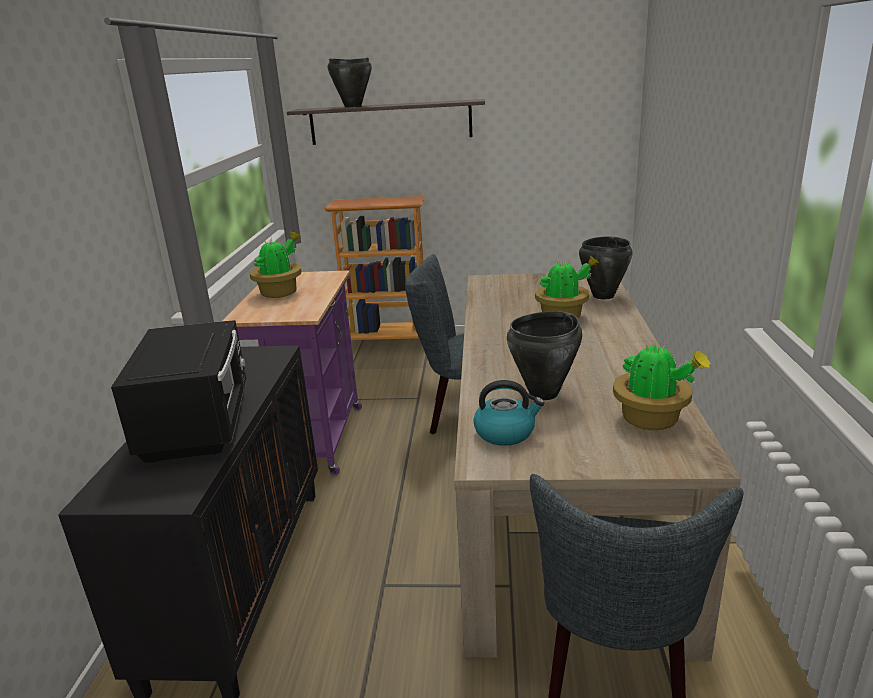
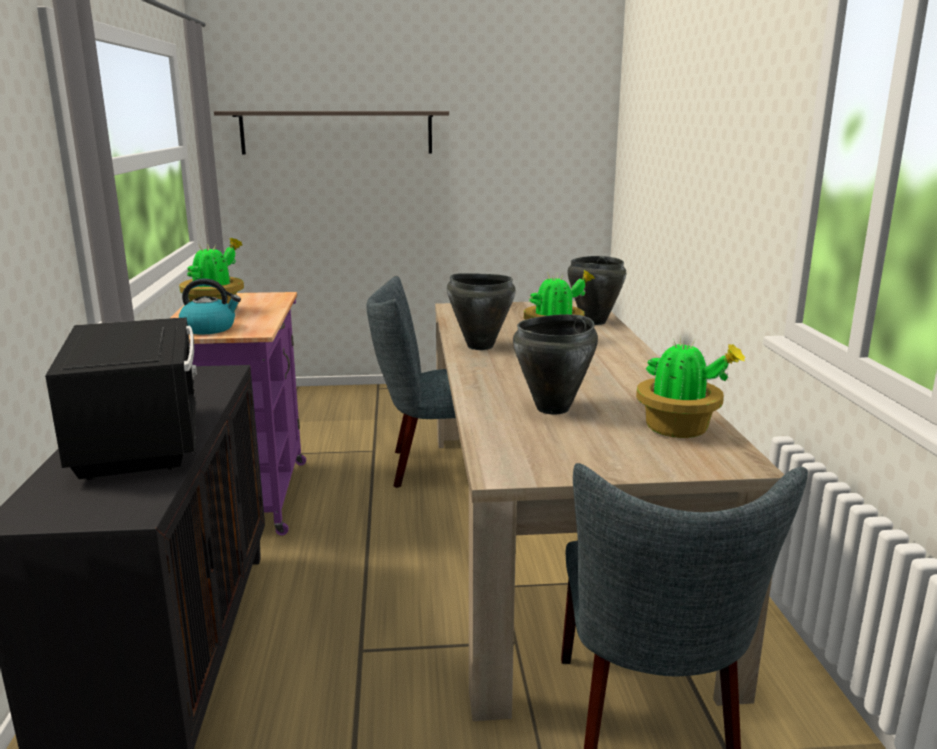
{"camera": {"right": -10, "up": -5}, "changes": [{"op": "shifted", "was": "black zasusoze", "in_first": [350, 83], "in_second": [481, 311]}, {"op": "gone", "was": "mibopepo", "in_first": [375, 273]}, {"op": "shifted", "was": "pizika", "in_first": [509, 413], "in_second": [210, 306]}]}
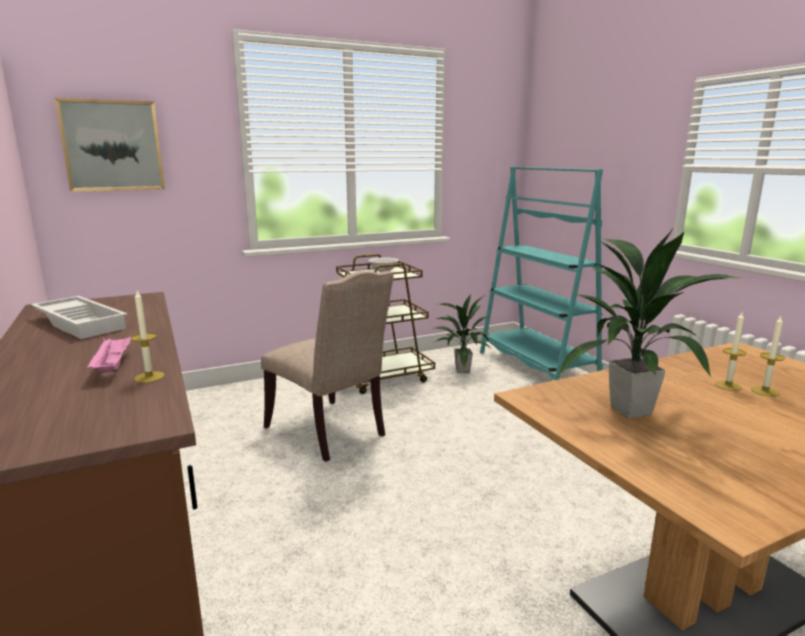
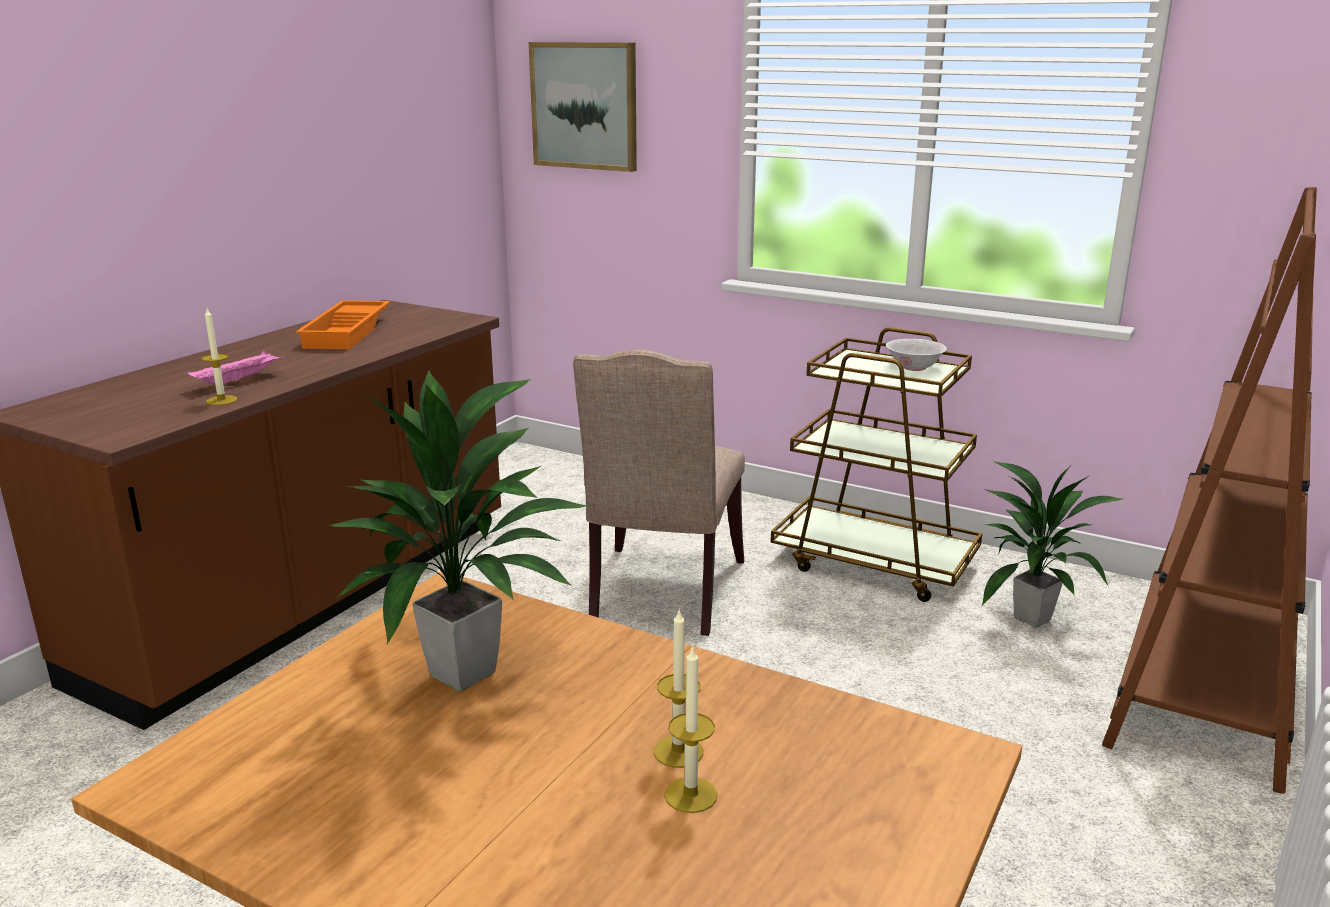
{"camera": {"right": 55, "up": 5}, "changes": [{"op": "repainted", "was": "turquoise mibopepo", "now": "brown mibopepo", "in_first": [541, 273], "in_second": [1209, 490]}, {"op": "repainted", "was": "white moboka", "now": "orange moboka", "in_first": [79, 317], "in_second": [343, 324]}]}
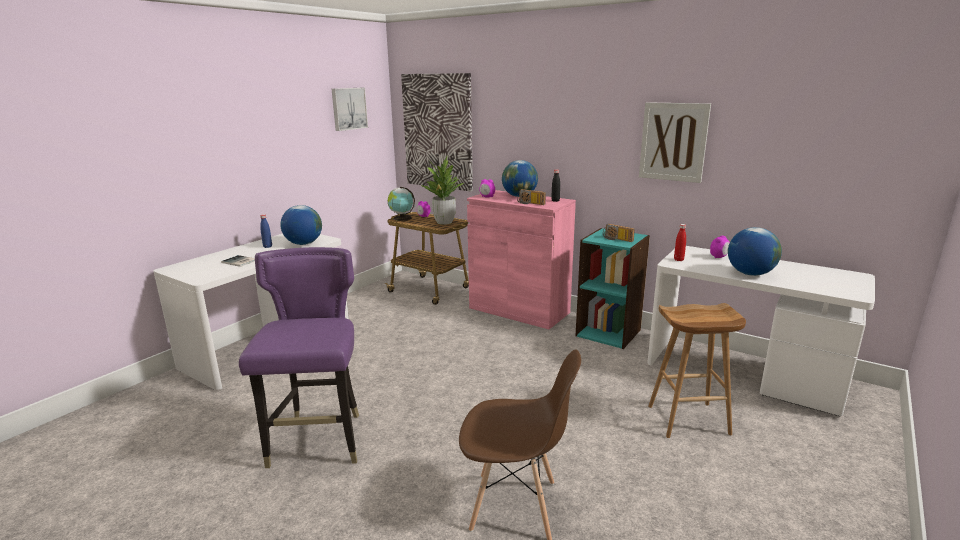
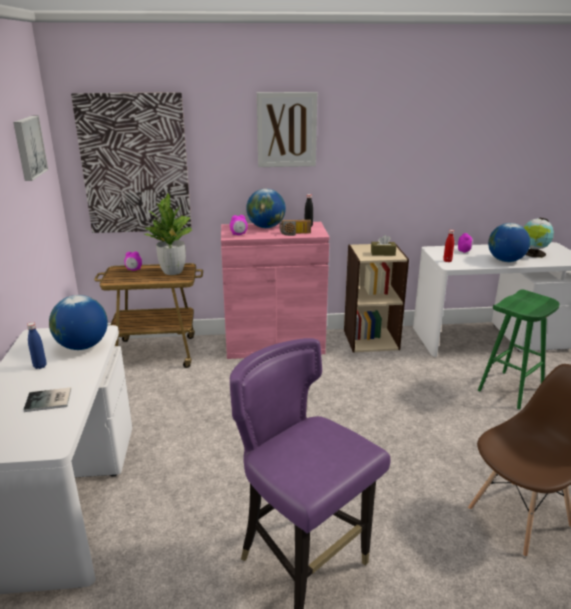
{"camera": {"right": -40, "up": 5}, "changes": [{"op": "shifted", "was": "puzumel", "in_first": [675, 142], "in_second": [287, 129]}, {"op": "shifted", "was": "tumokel", "in_first": [401, 204], "in_second": [539, 238]}, {"op": "swapped", "was": "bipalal", "now": "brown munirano", "in_first": [619, 233], "in_second": [383, 245]}, {"op": "repainted", "was": "turquoise mibopepo", "now": "beige mibopepo", "in_first": [612, 288], "in_second": [376, 298]}, {"op": "repainted", "was": "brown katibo", "now": "green katibo", "in_first": [697, 370], "in_second": [519, 349]}]}
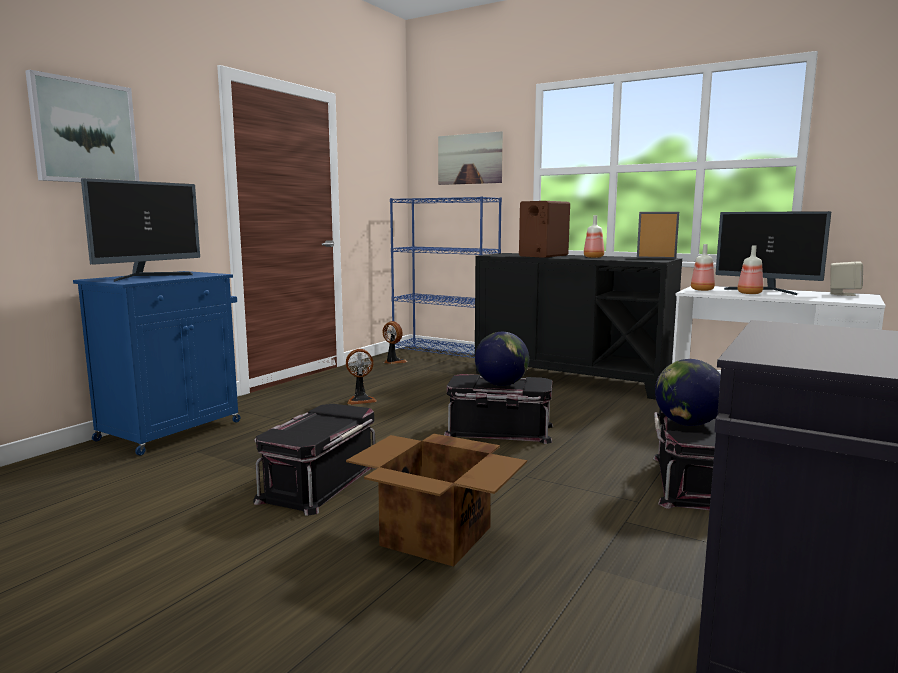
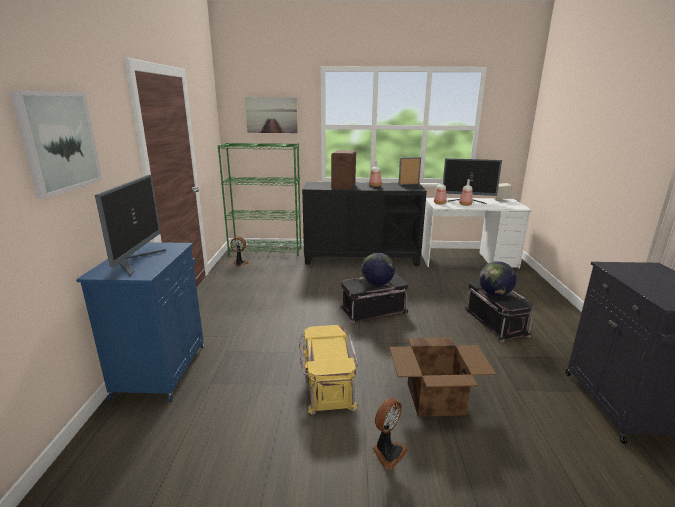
{"camera": {"right": -30, "up": 10}, "changes": [{"op": "repainted", "was": "blue mibopepo", "now": "green mibopepo", "in_first": [446, 277], "in_second": [259, 199]}, {"op": "shifted", "was": "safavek", "in_first": [361, 377], "in_second": [390, 433]}, {"op": "repainted", "was": "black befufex", "now": "yellow befufex", "in_first": [314, 460], "in_second": [328, 370]}]}
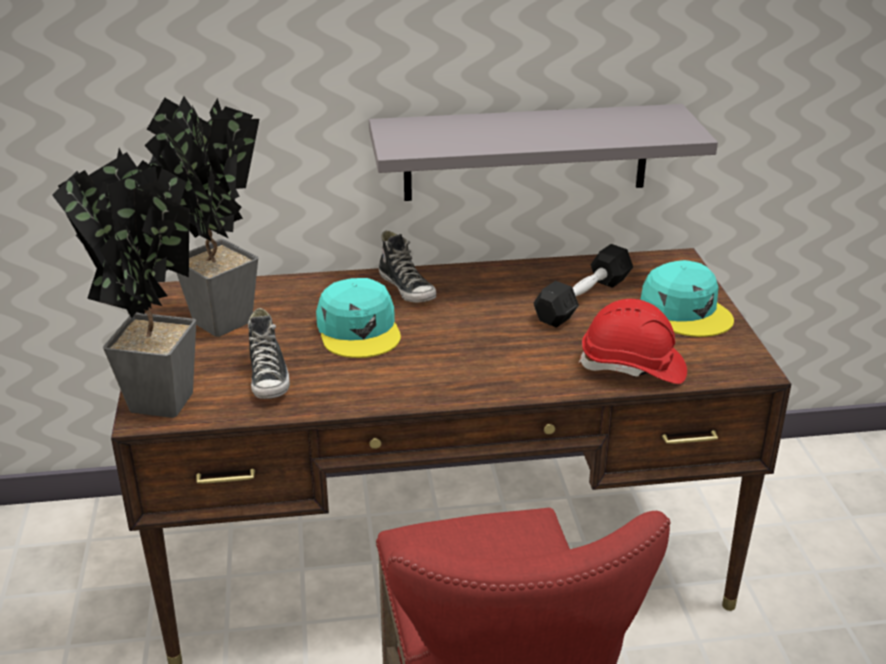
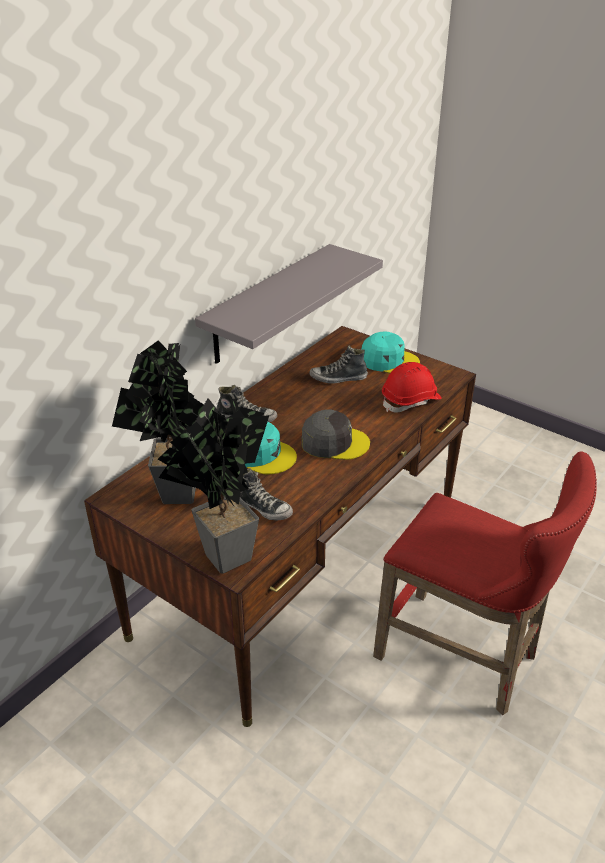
{"camera": {"right": -45, "up": 5}, "changes": [{"op": "swapped", "was": "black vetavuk", "now": "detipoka", "in_first": [583, 285], "in_second": [338, 365]}, {"op": "new", "now": "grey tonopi", "in_second": [335, 434]}]}
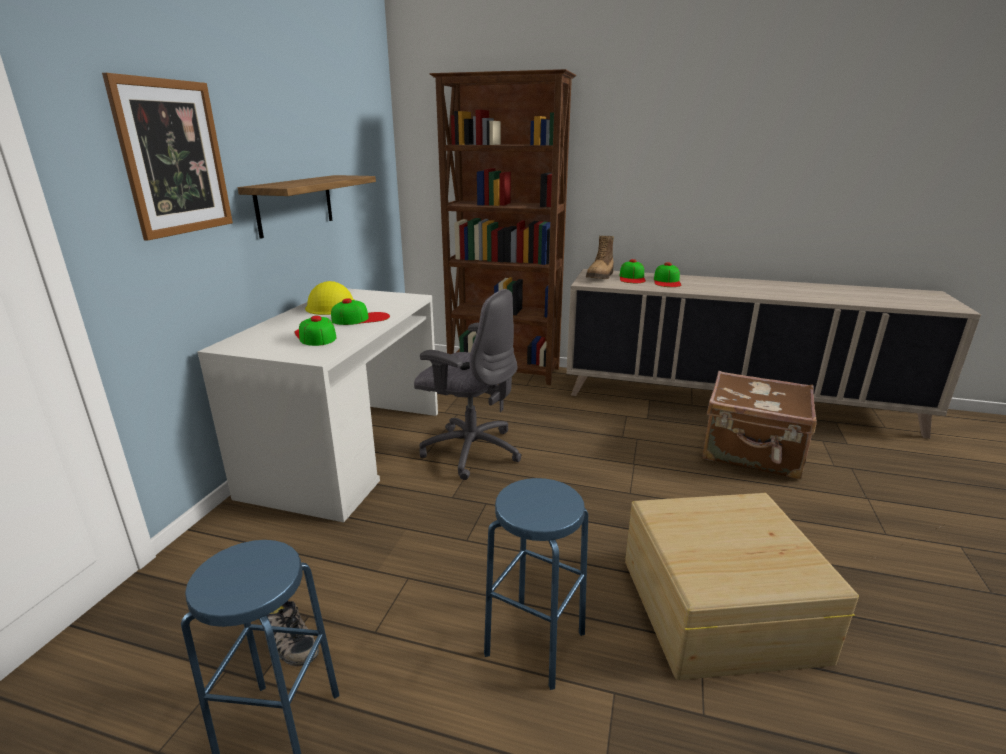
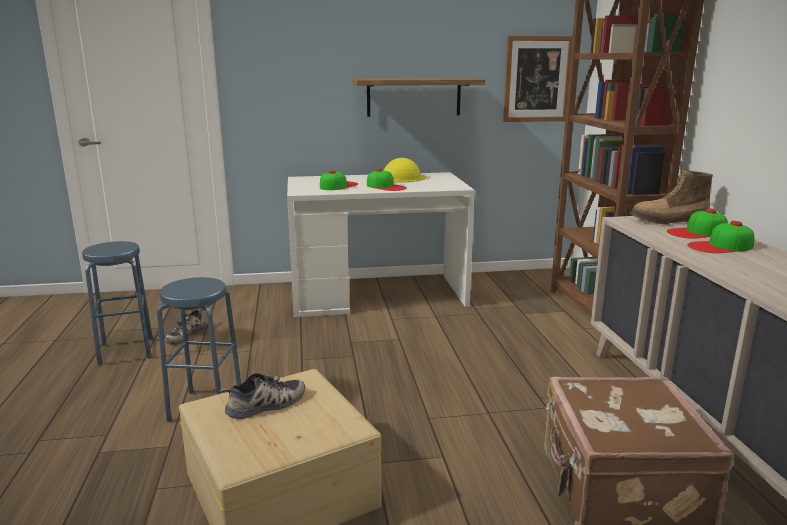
{"camera": {"right": 65, "up": -5}, "changes": [{"op": "shifted", "was": "puzumel", "in_first": [167, 157], "in_second": [538, 79]}, {"op": "gone", "was": "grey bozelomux", "in_first": [468, 384]}, {"op": "new", "now": "detipoka", "in_second": [262, 396]}]}
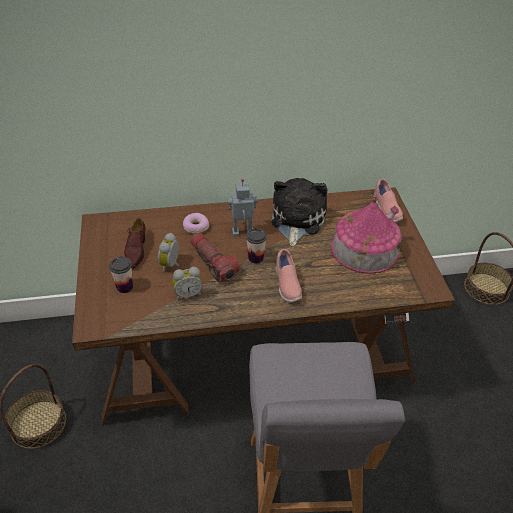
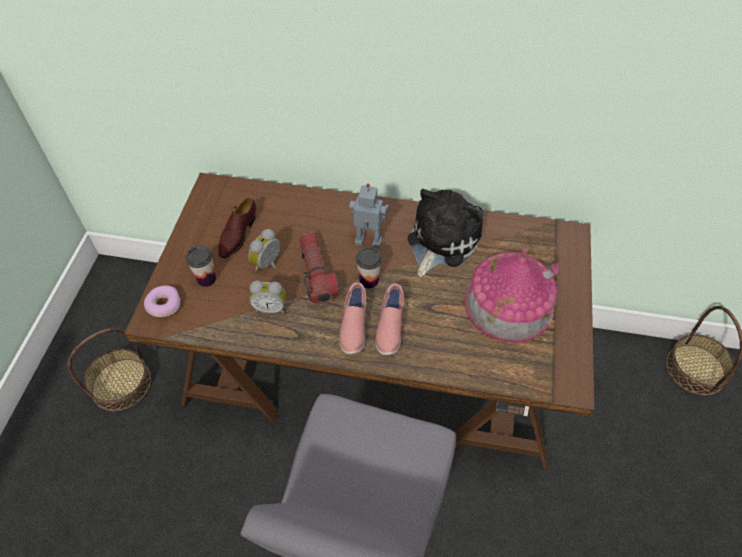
{"camera": {"right": 20, "up": 10}, "changes": [{"op": "shifted", "was": "pink detipoka", "in_first": [388, 200], "in_second": [353, 318]}, {"op": "shifted", "was": "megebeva", "in_first": [196, 223], "in_second": [162, 301]}]}
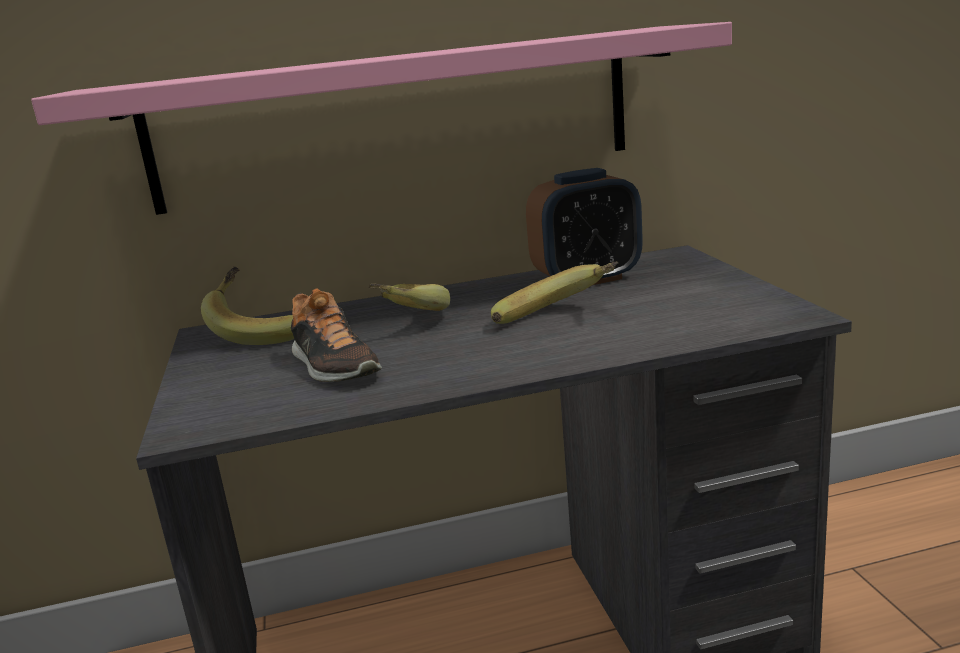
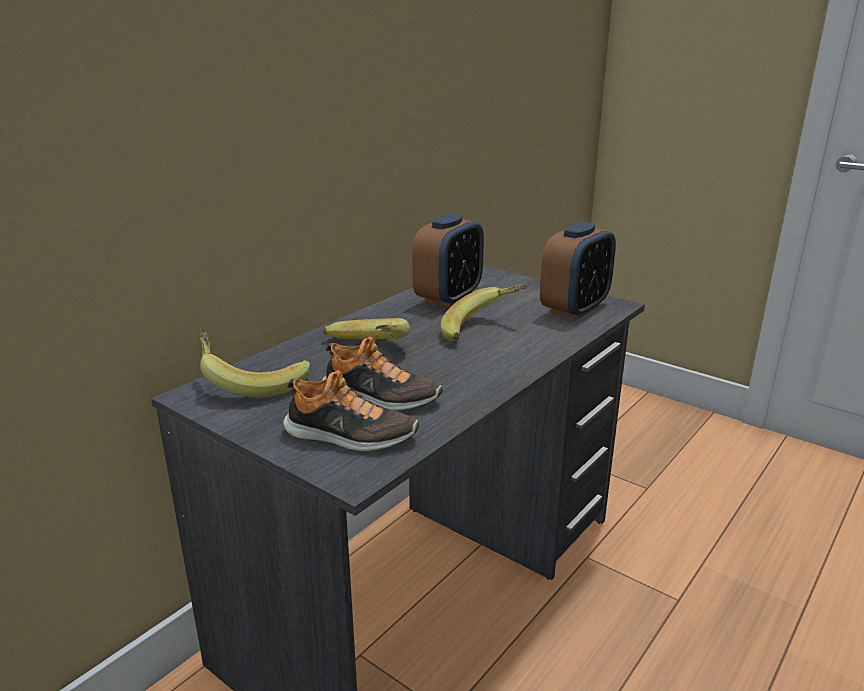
{"camera": {"right": -40, "up": 5}, "changes": [{"op": "gone", "was": "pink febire", "in_first": [381, 118]}, {"op": "new", "now": "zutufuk", "in_second": [578, 270]}, {"op": "new", "now": "detipoka", "in_second": [351, 410]}]}
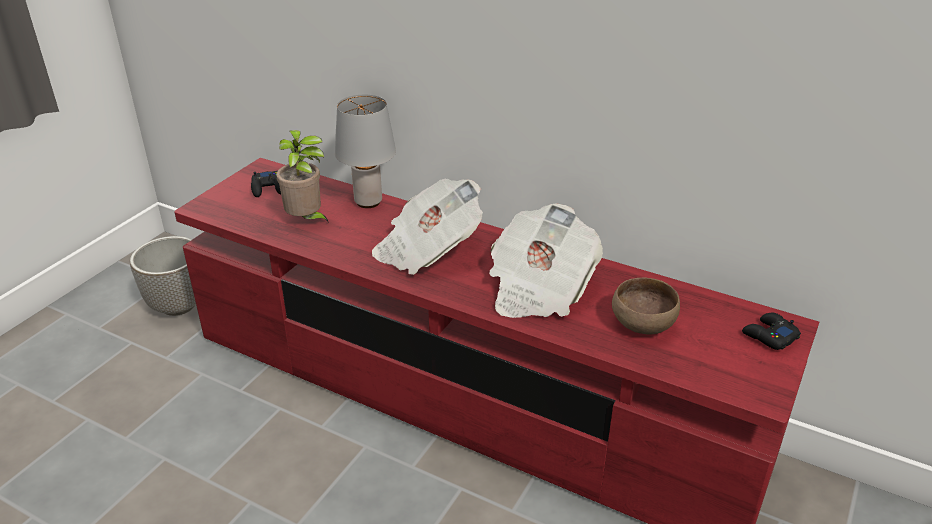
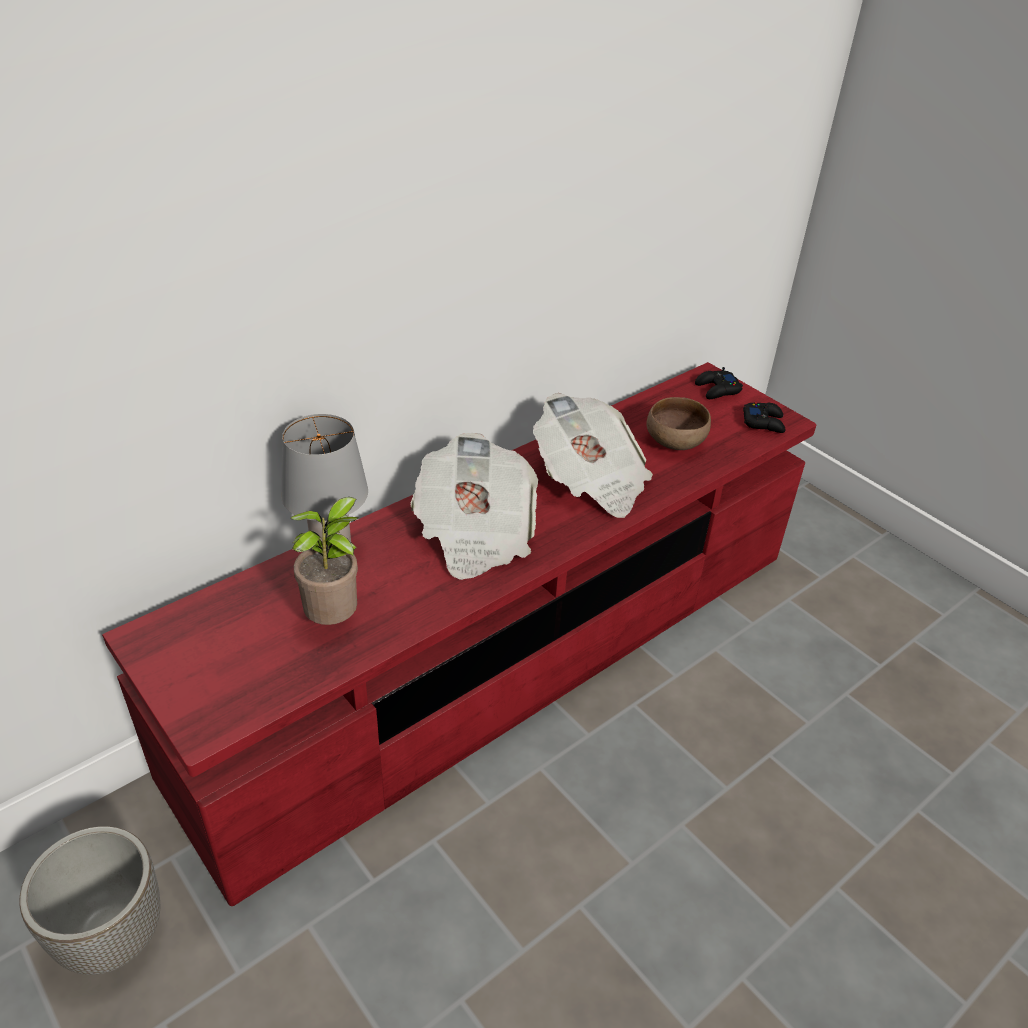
{"camera": {"right": -70, "up": 5}, "changes": [{"op": "shifted", "was": "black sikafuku", "in_first": [266, 184], "in_second": [764, 417]}]}
